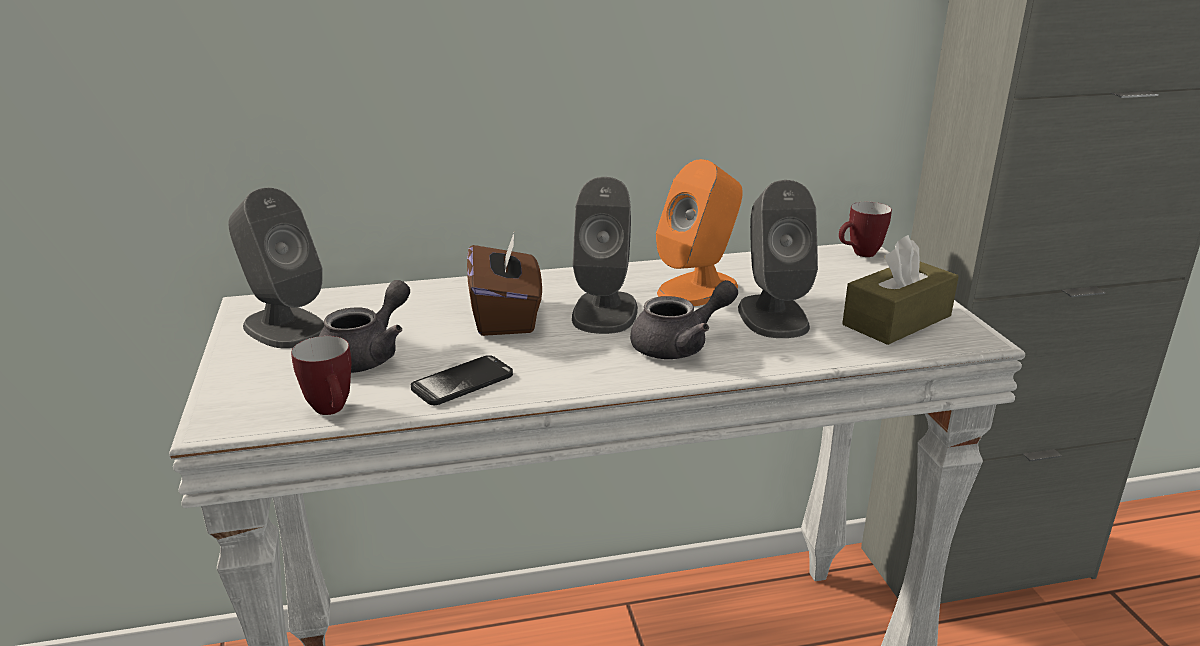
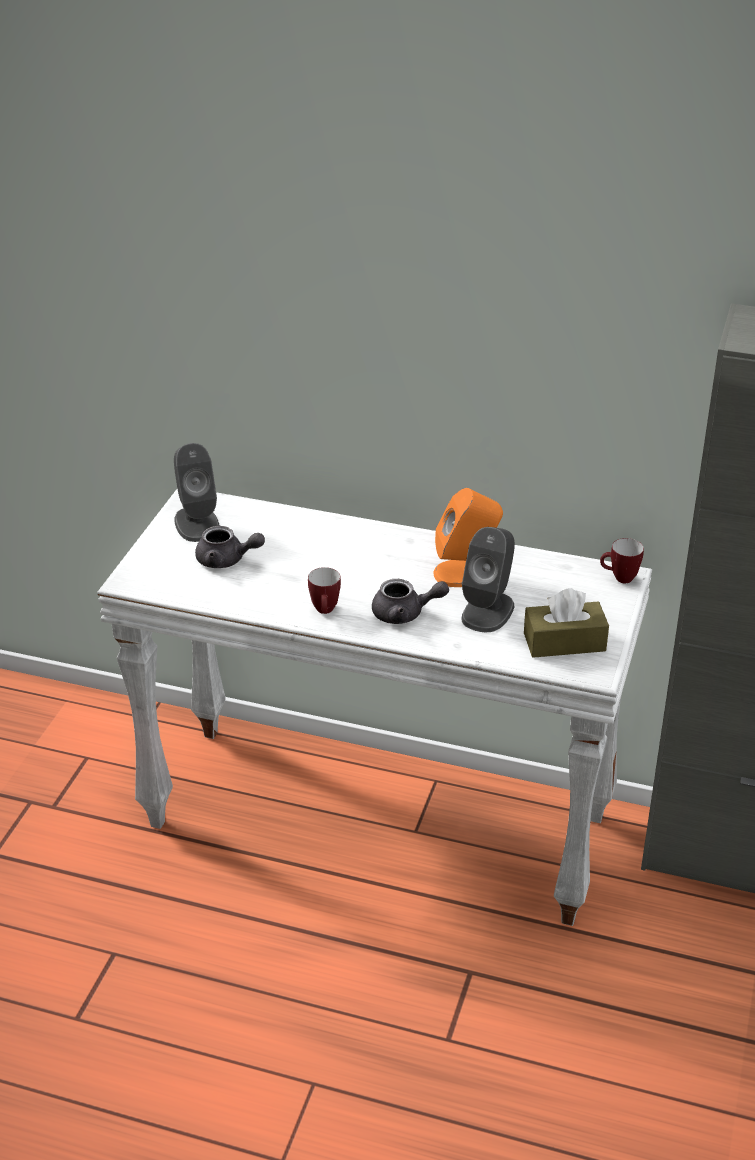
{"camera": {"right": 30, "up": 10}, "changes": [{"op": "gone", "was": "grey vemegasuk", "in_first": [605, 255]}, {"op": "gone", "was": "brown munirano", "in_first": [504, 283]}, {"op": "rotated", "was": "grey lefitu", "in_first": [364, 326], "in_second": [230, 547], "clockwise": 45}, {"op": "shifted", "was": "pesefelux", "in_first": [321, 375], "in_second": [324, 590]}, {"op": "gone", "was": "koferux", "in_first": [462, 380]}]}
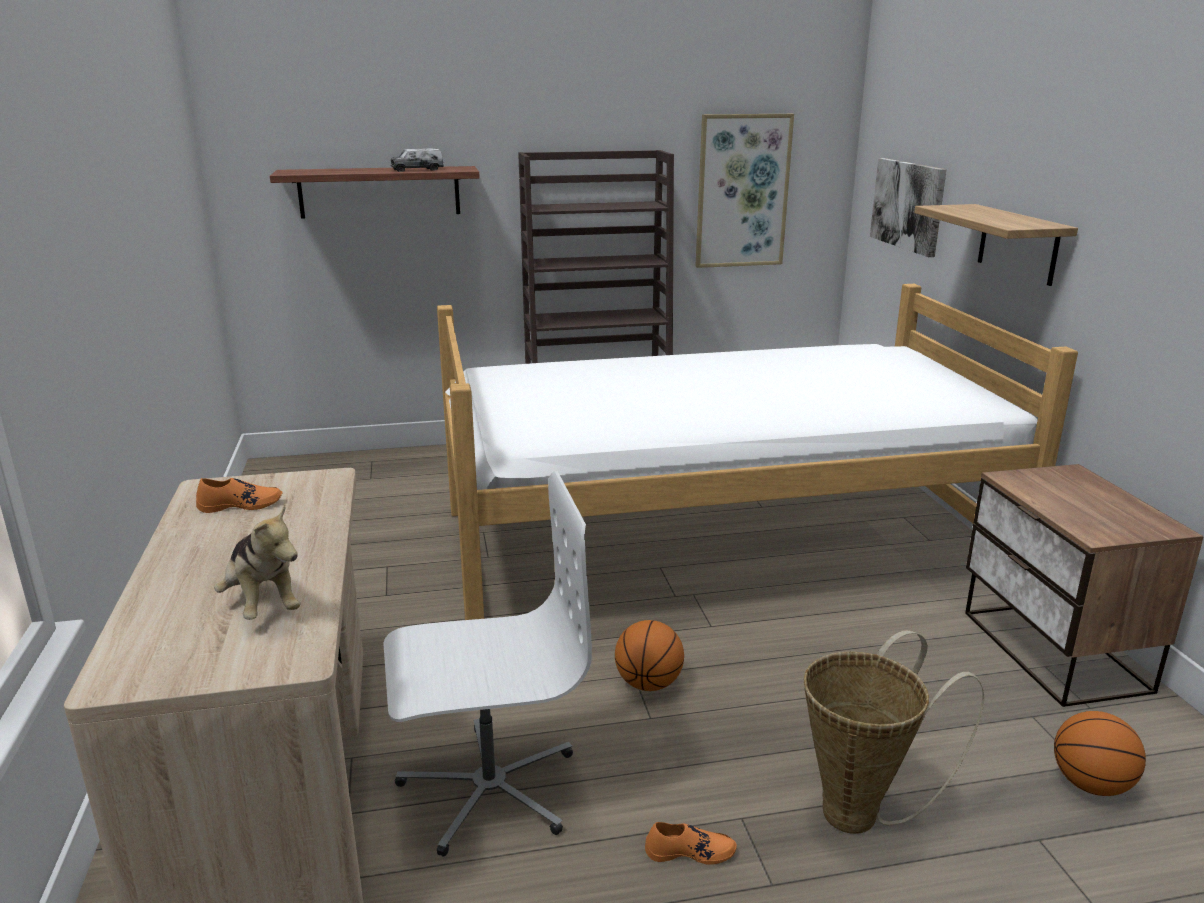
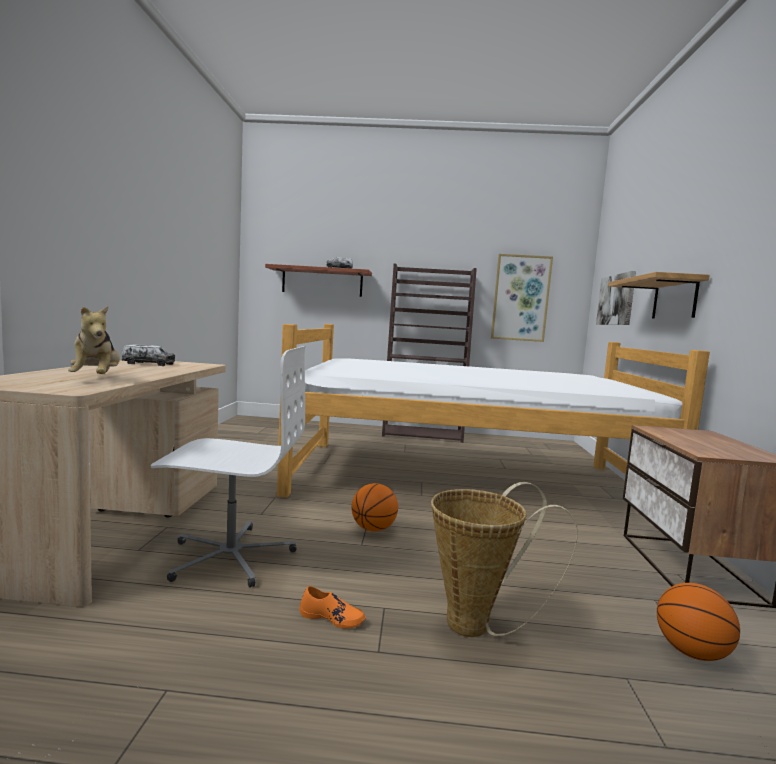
{"camera": {"right": 15, "up": -15}, "changes": [{"op": "swapped", "was": "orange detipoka", "now": "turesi", "in_first": [239, 495], "in_second": [148, 355]}]}
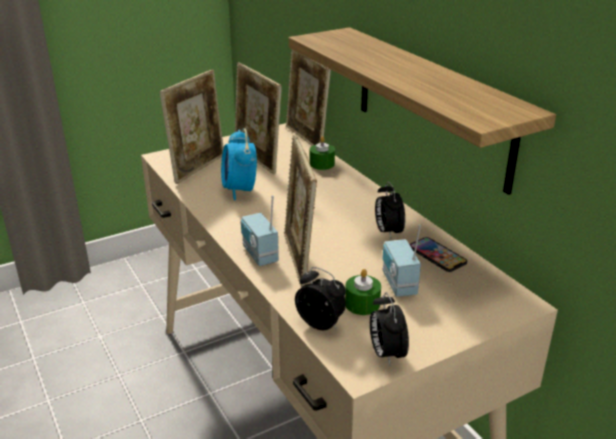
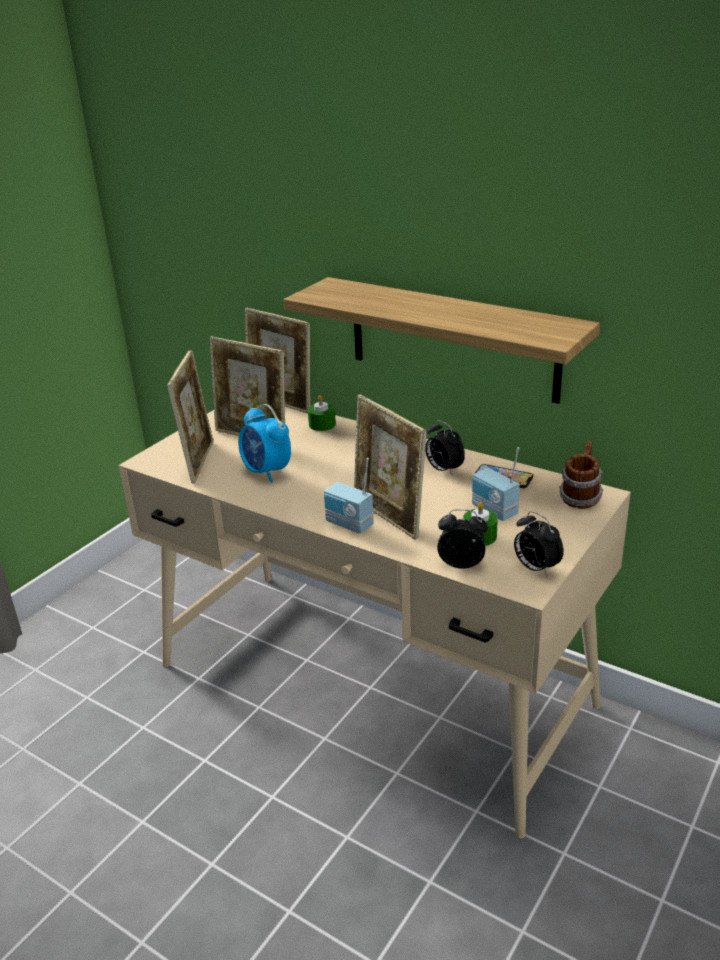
{"camera": {"right": -25, "up": 0}, "changes": [{"op": "new", "now": "pesefelux", "in_second": [581, 475]}]}
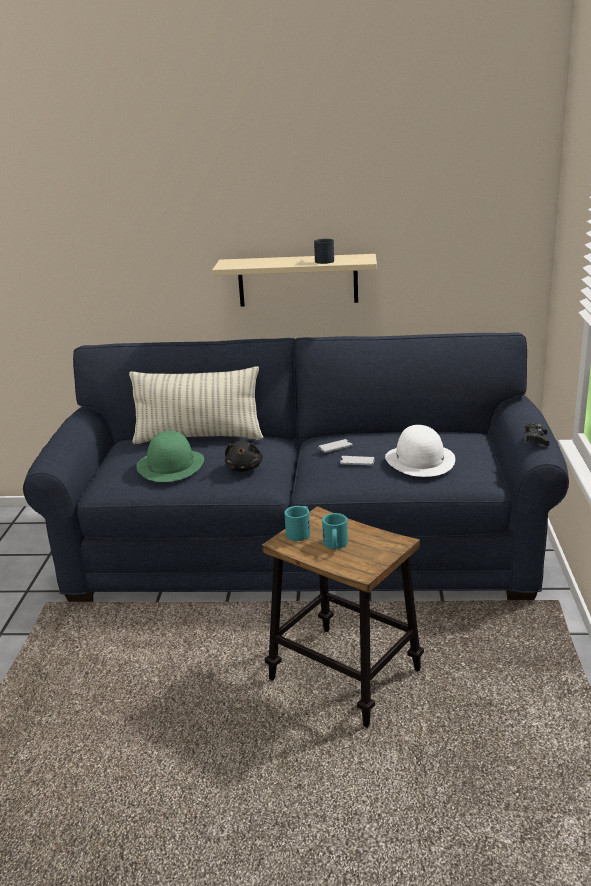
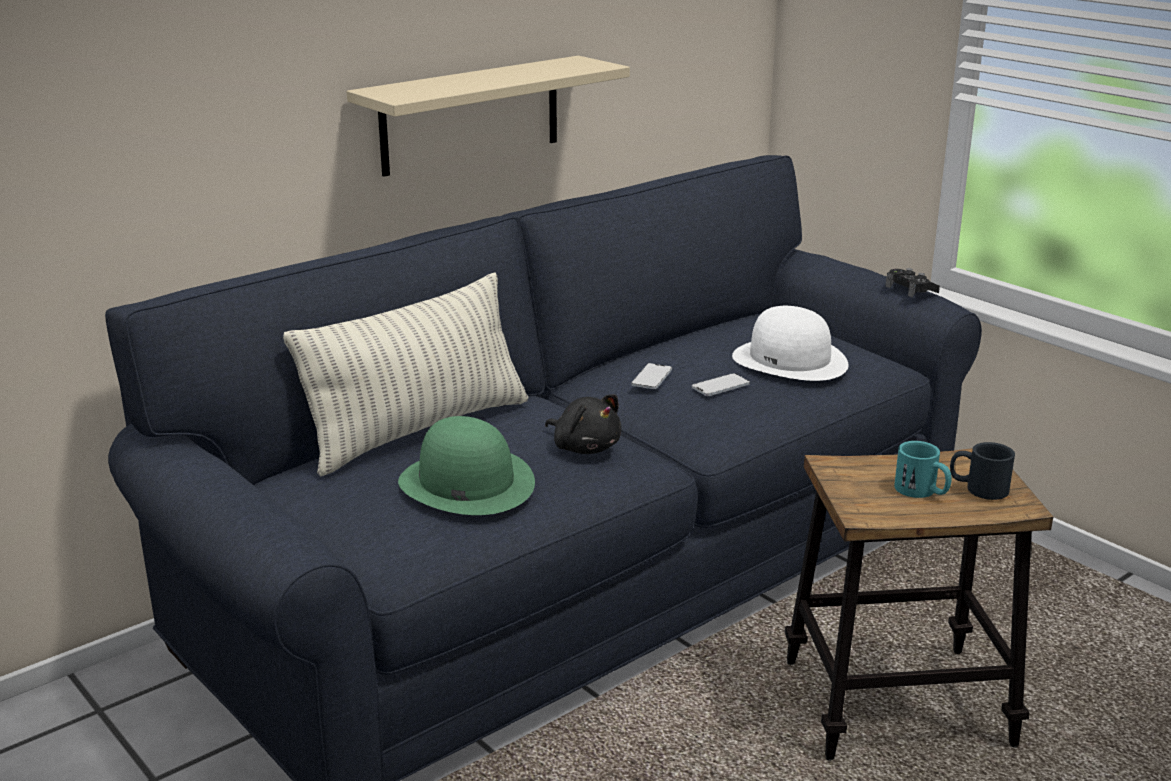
{"camera": {"right": -45, "up": 0}, "changes": [{"op": "shifted", "was": "black pesefelux", "in_first": [324, 251], "in_second": [982, 471]}, {"op": "gone", "was": "turquoise pesefelux", "in_first": [297, 523]}]}
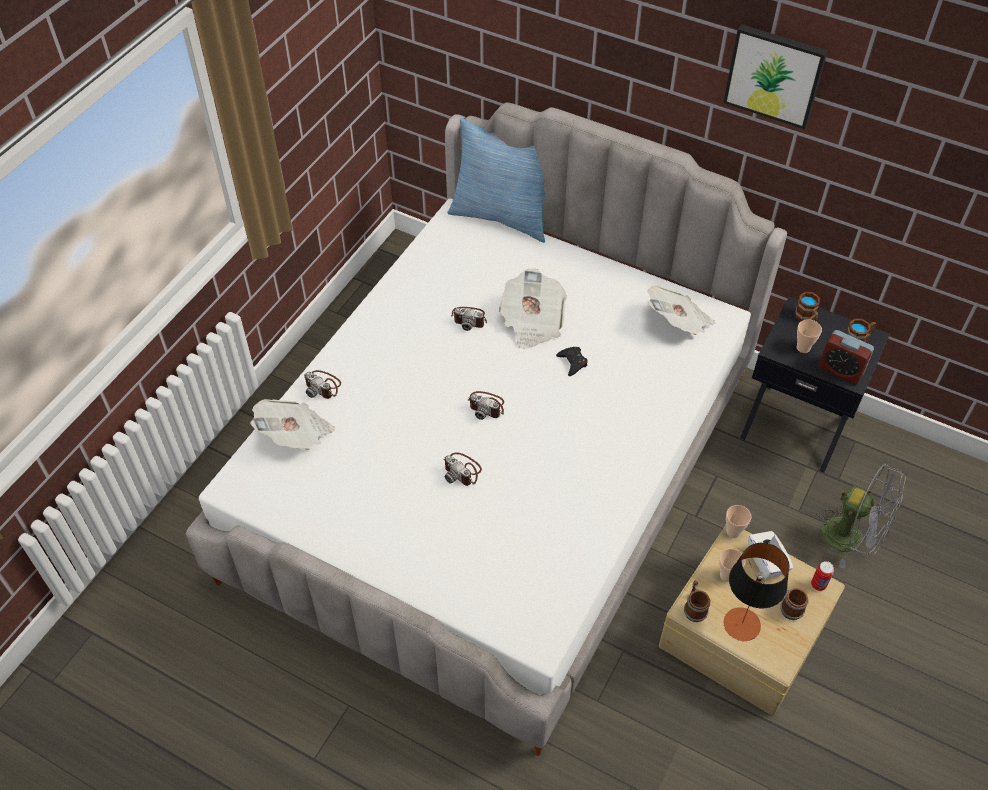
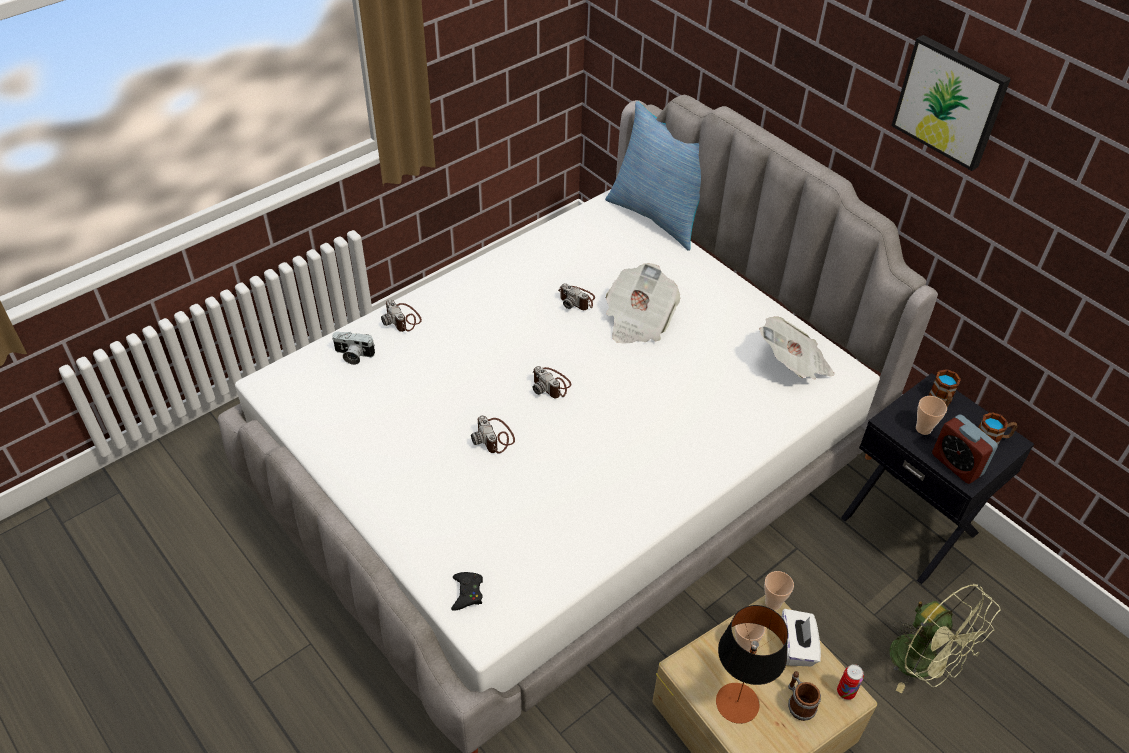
{"camera": {"right": 20, "up": -5}, "changes": [{"op": "shifted", "was": "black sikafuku", "in_first": [572, 361], "in_second": [467, 591]}, {"op": "swapped", "was": "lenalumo", "now": "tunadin", "in_first": [292, 424], "in_second": [353, 348]}, {"op": "repainted", "was": "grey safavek", "now": "green safavek", "in_first": [861, 515], "in_second": [945, 639]}, {"op": "gone", "was": "pesefelux", "in_first": [697, 601]}]}
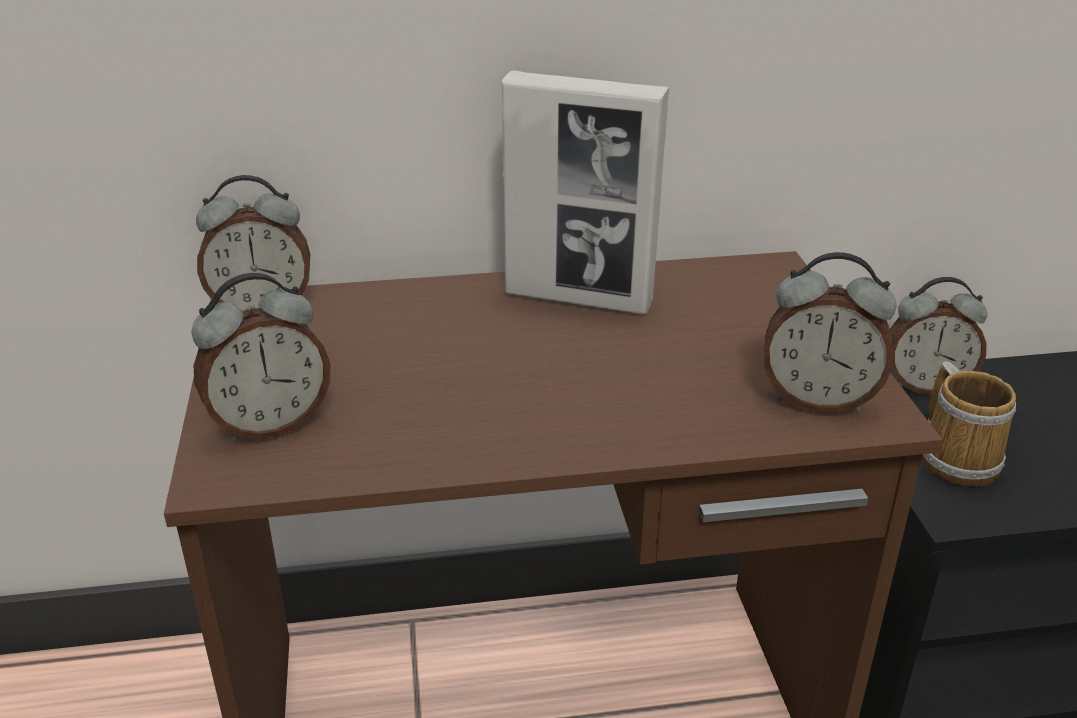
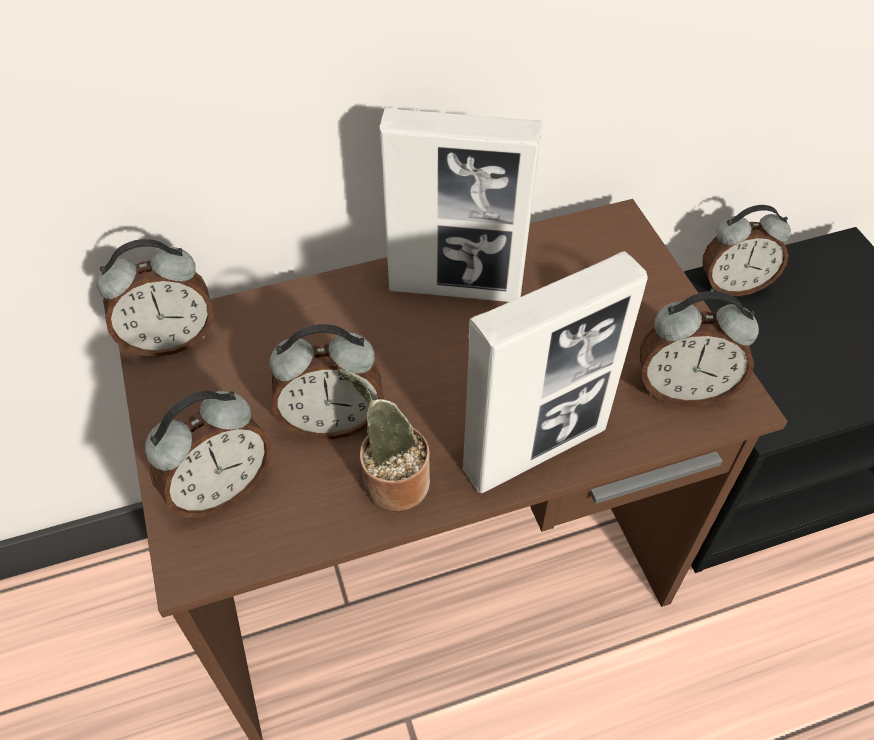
{"camera": {"right": -10, "up": 20}, "changes": [{"op": "gone", "was": "pesefelux", "in_first": [969, 424]}, {"op": "new", "now": "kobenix", "in_second": [555, 372]}, {"op": "new", "now": "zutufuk", "in_second": [326, 381]}, {"op": "new", "now": "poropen", "in_second": [384, 440]}]}
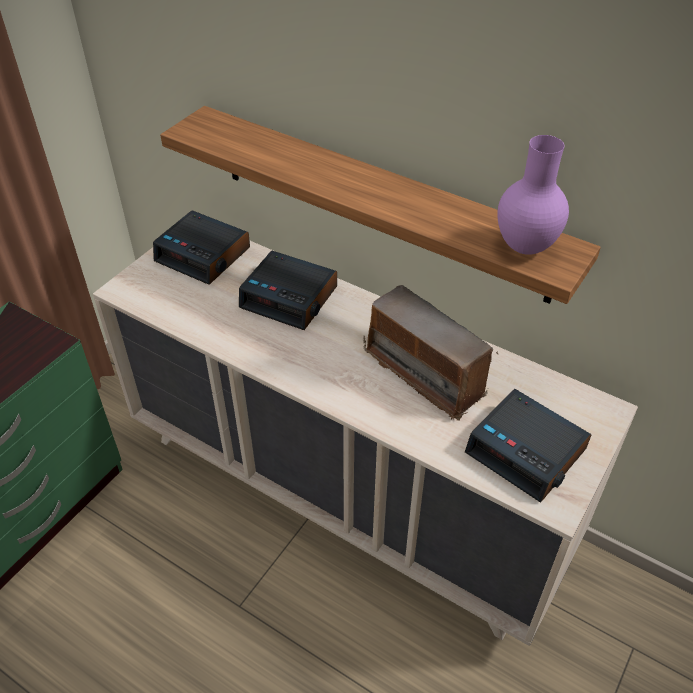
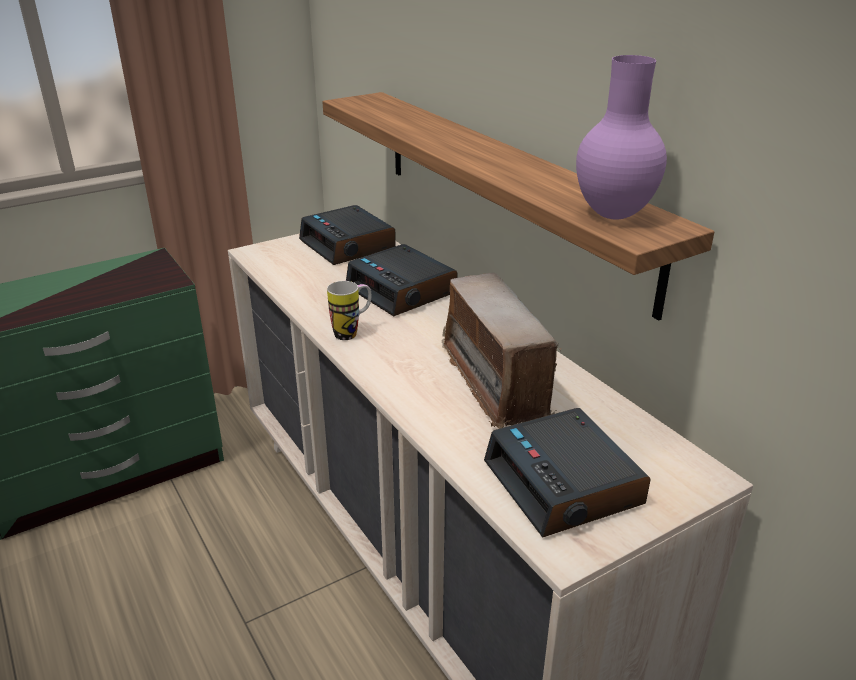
{"camera": {"right": 25, "up": -15}, "changes": [{"op": "new", "now": "pesefelux", "in_second": [349, 310]}]}
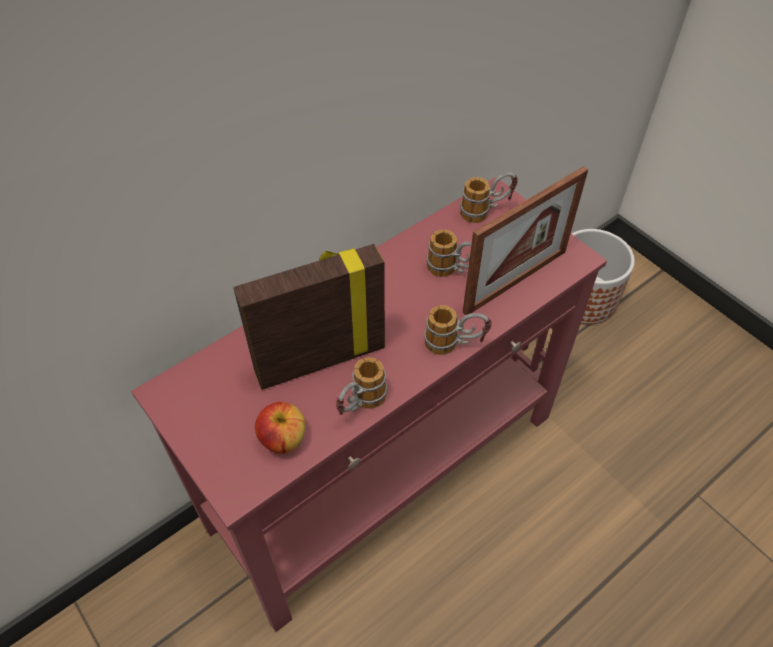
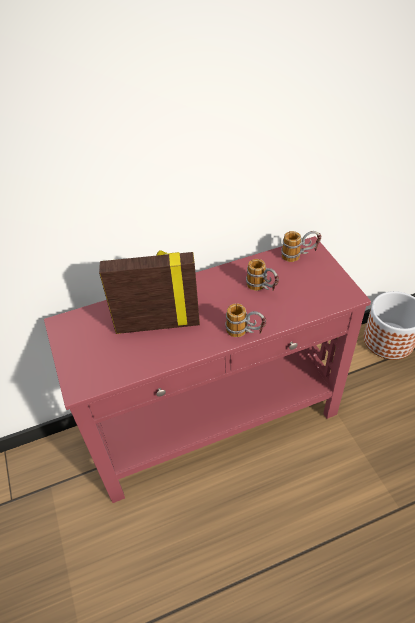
{"camera": {"right": 20, "up": -5}, "changes": [{"op": "gone", "was": "kobenix", "in_first": [525, 240]}, {"op": "gone", "was": "pesefelux", "in_first": [361, 386]}, {"op": "gone", "was": "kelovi", "in_first": [280, 428]}]}
